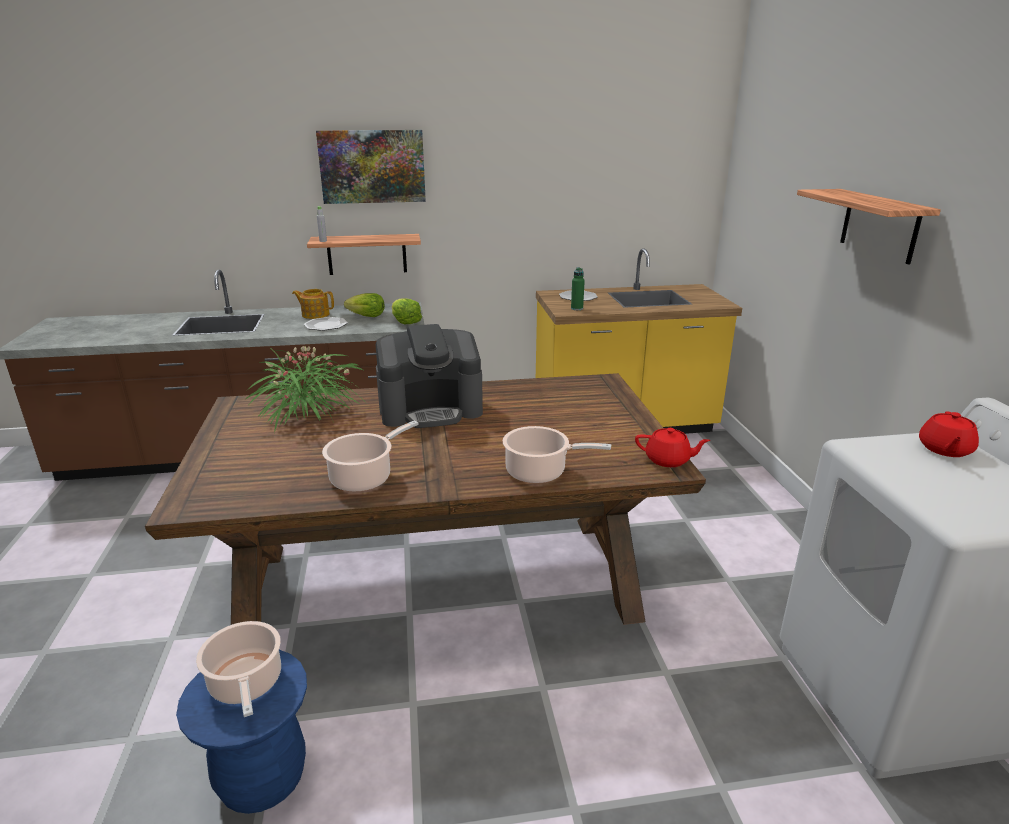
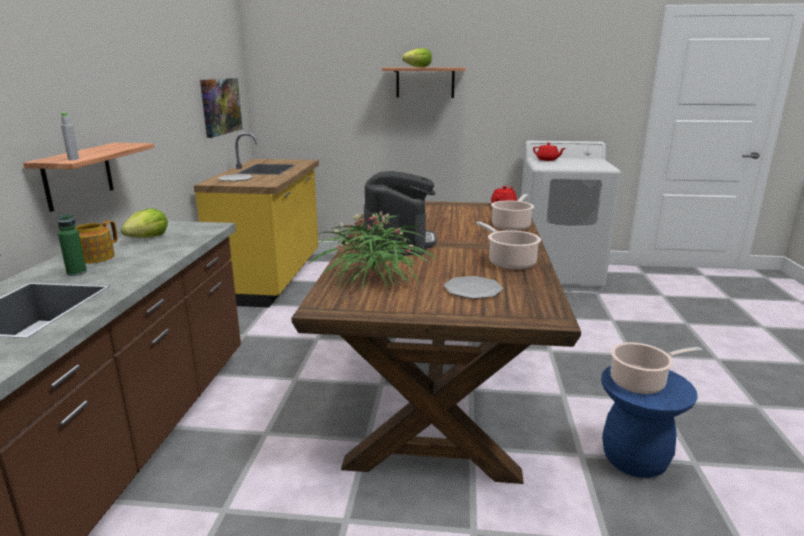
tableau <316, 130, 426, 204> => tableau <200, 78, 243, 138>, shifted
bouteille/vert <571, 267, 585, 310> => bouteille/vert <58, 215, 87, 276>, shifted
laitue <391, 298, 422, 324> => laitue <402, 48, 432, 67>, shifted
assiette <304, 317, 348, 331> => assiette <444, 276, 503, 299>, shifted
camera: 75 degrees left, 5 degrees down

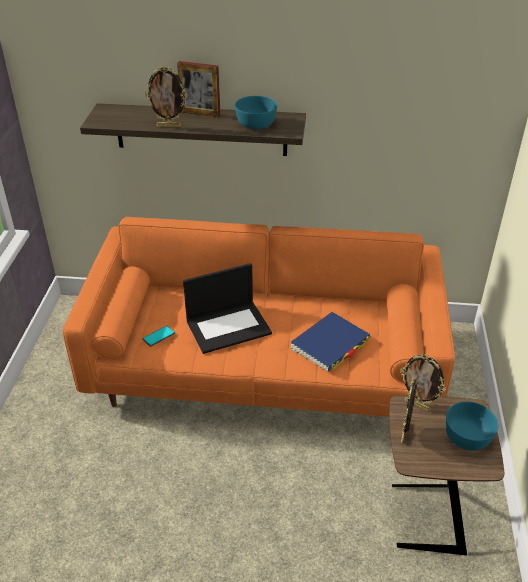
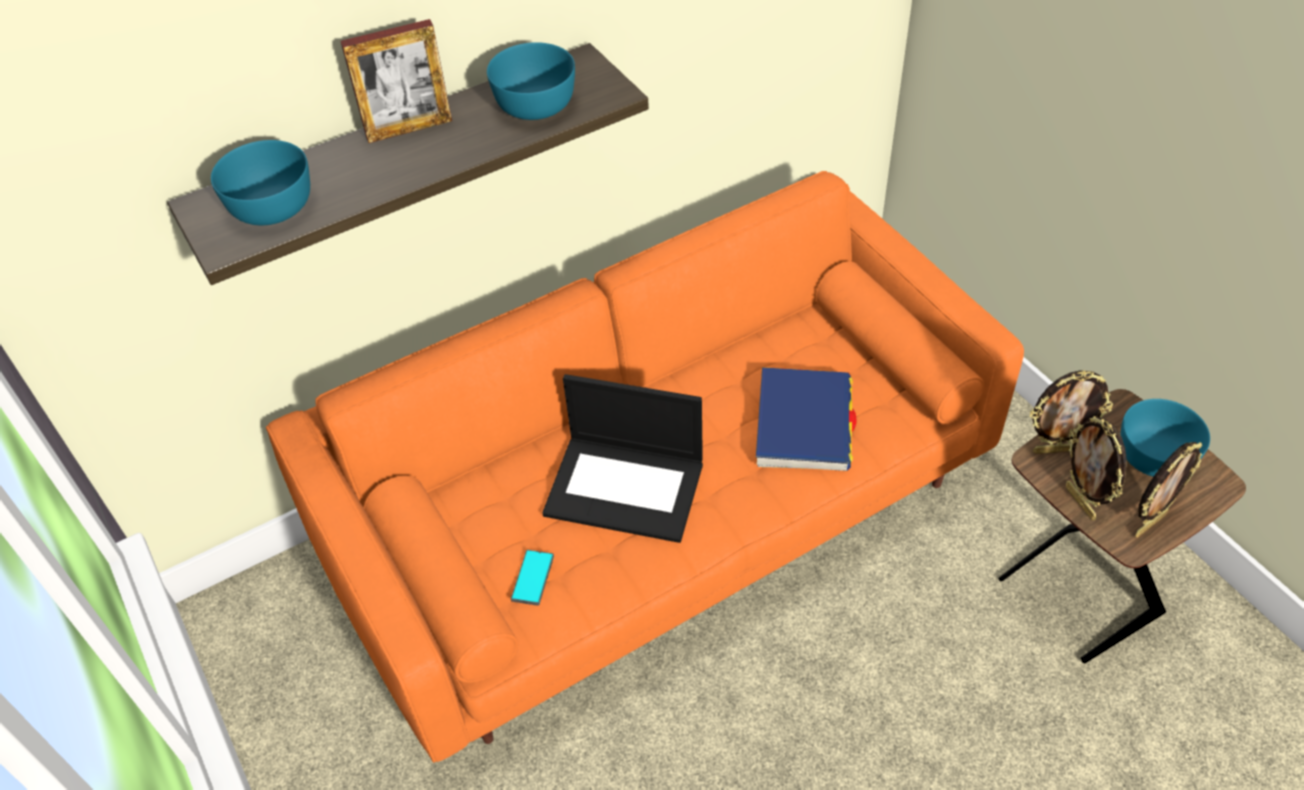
cadre photo <145, 66, 187, 127> => cadre photo <1135, 442, 1203, 537>, shifted
ordinateur portable <183, 263, 272, 354> => ordinateur portable <542, 374, 703, 543>, 75 degrees clockwise
nothing => bol/turquoise <211, 140, 310, 226>
camera: 35 degrees left, 10 degrees up

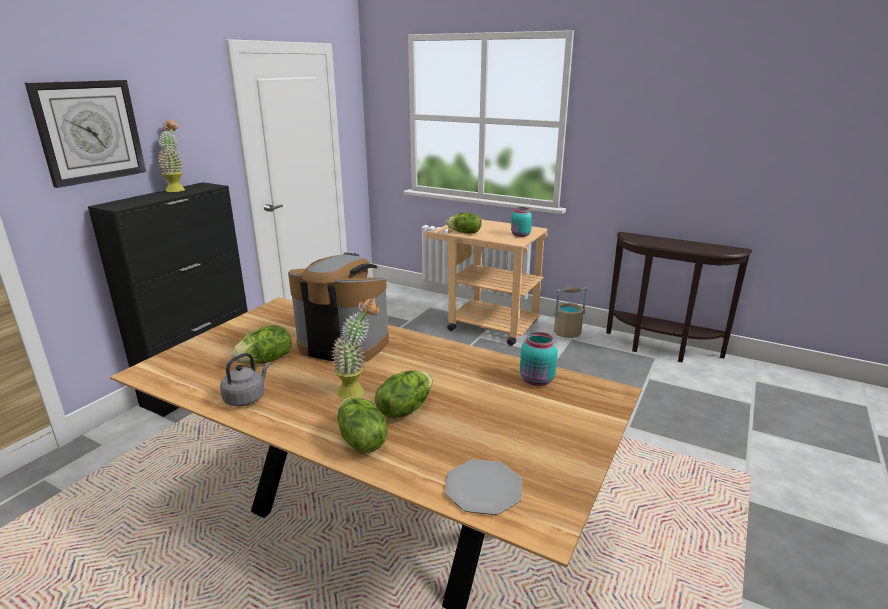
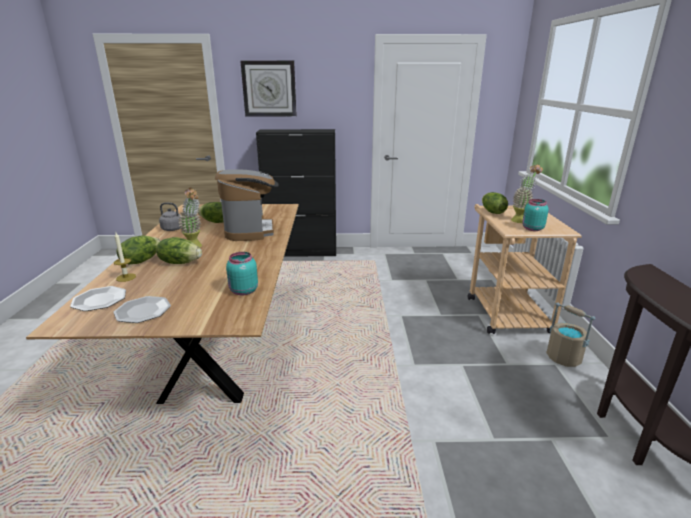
plante en pot <157, 120, 186, 192> => plante en pot <511, 164, 543, 223>, shifted
nothing => bougie <114, 233, 136, 282>
nothing => assiette <113, 296, 171, 323>
camera: 60 degrees right, 0 degrees up

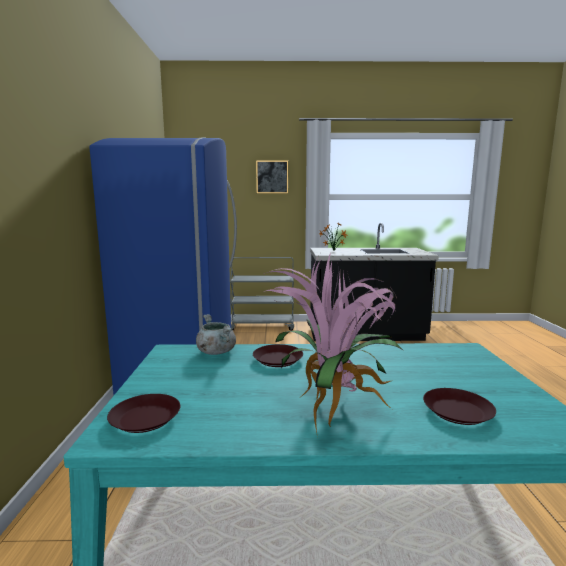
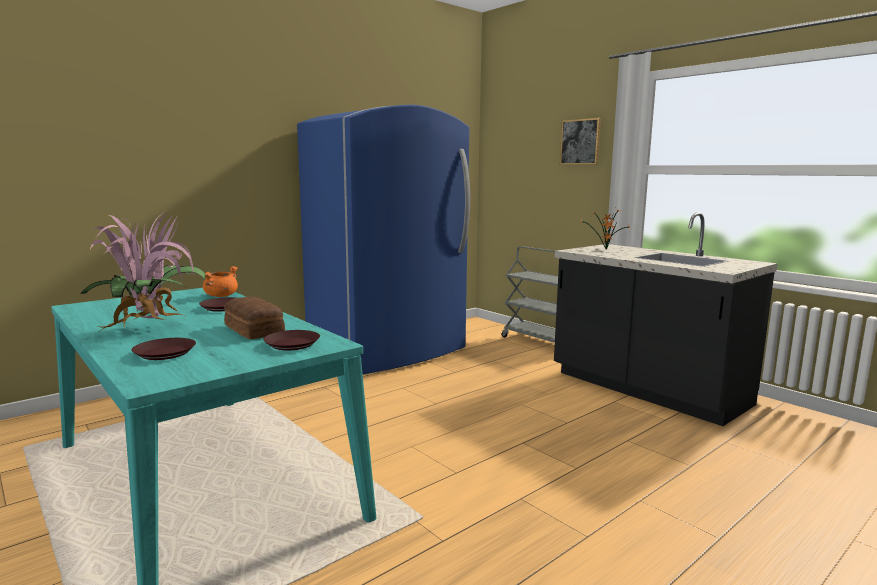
marmite/gris <196, 314, 236, 355> => marmite/orange <203, 266, 238, 297>
assiette/marron <107, 394, 180, 433> => assiette/marron <263, 330, 320, 350>, shifted
nothing => pain <224, 296, 285, 339>
camera: 50 degrees right, 0 degrees up

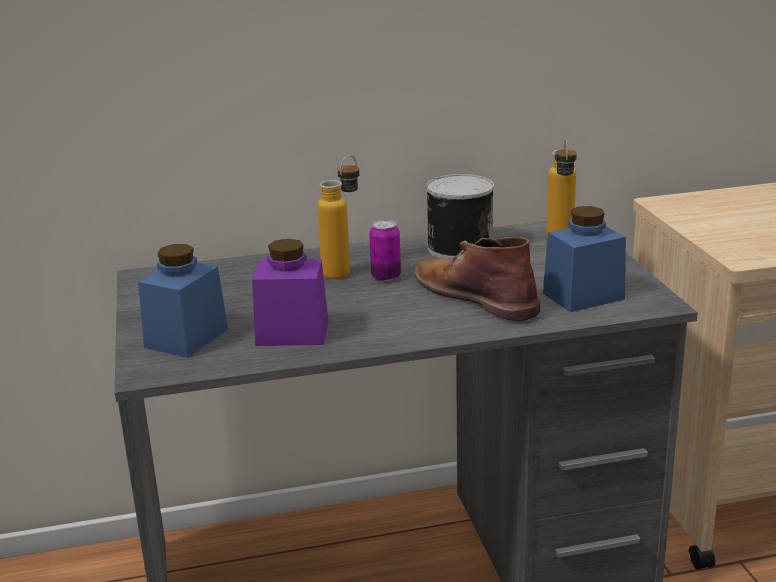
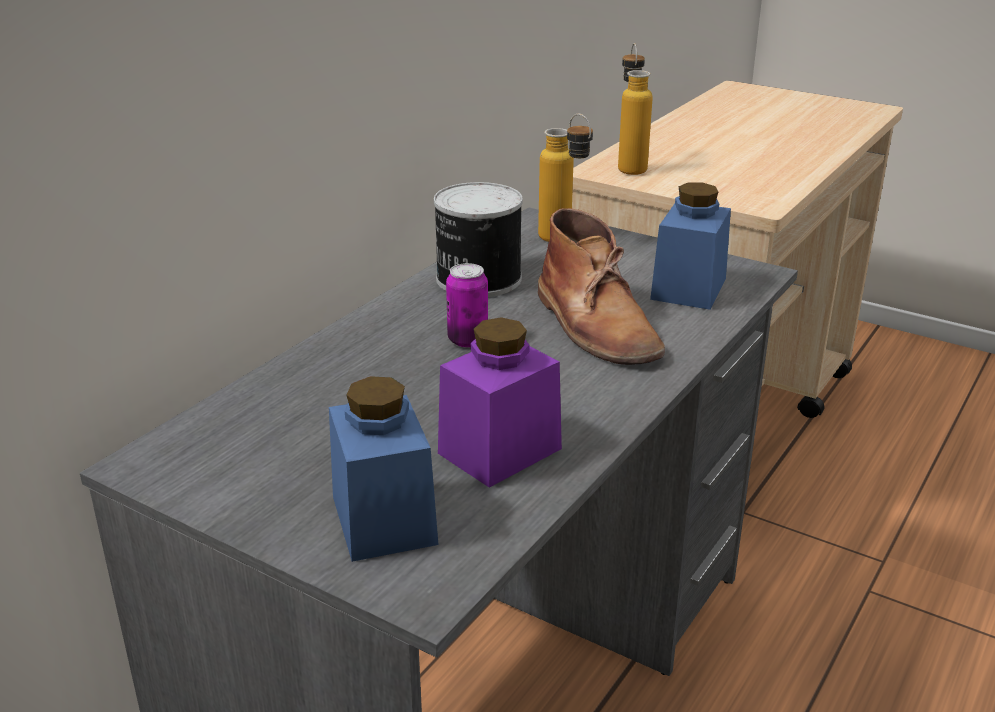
bouteille <317, 155, 359, 279> => bouteille <618, 43, 653, 175>, shifted
botte/marron <414, 237, 540, 321> => botte/marron <538, 208, 665, 365>, 120 degrees counterclockwise
camera: 45 degrees left, 5 degrees up

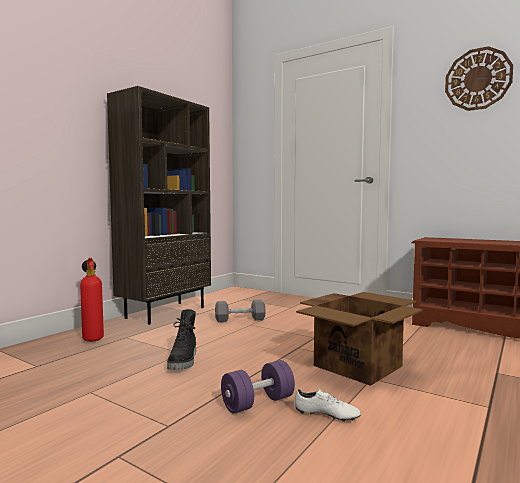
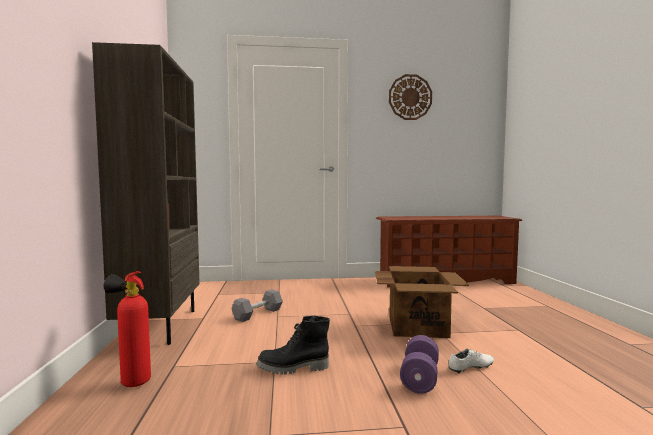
botte/noir <167, 309, 196, 370> => botte/noir <257, 316, 330, 375>, 120 degrees clockwise
camera: 40 degrees left, 0 degrees up

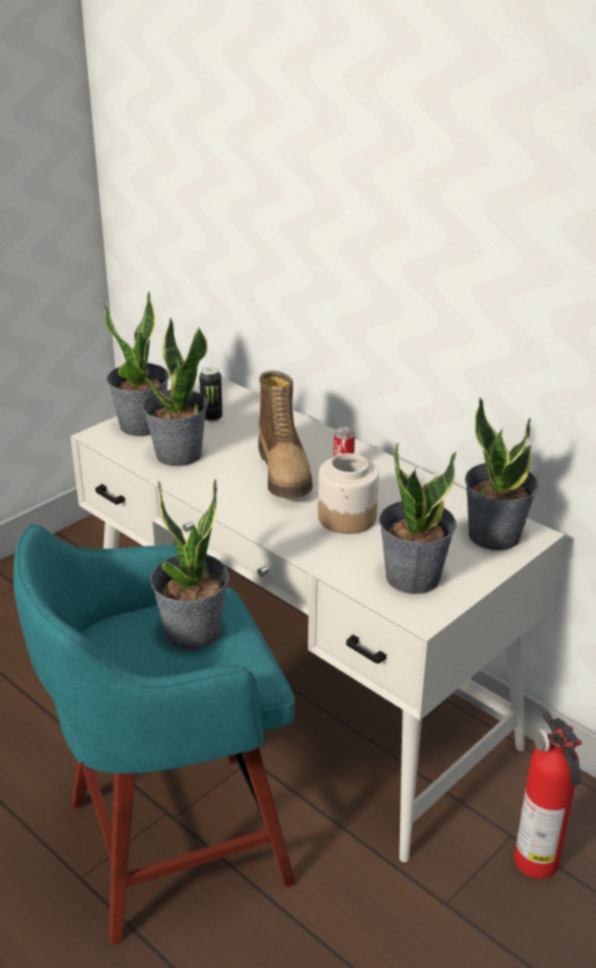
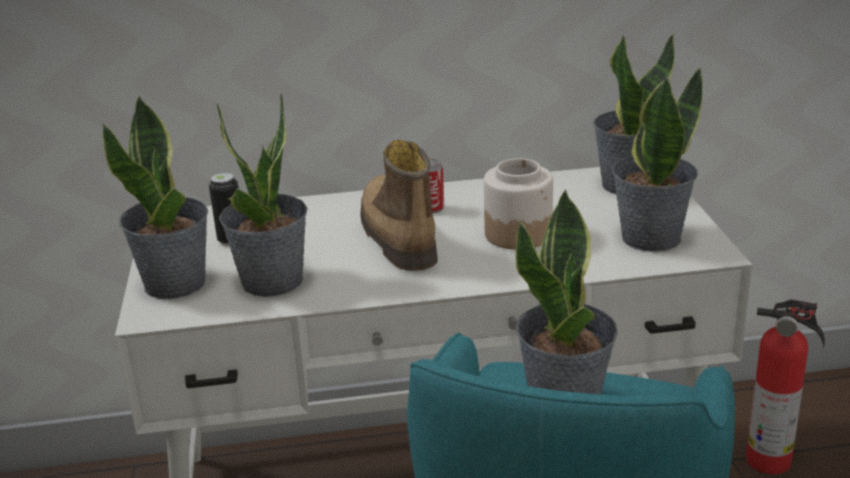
botte <258, 371, 313, 498> => botte <360, 140, 438, 271>, 135 degrees counterclockwise
camera: 50 degrees left, 5 degrees down

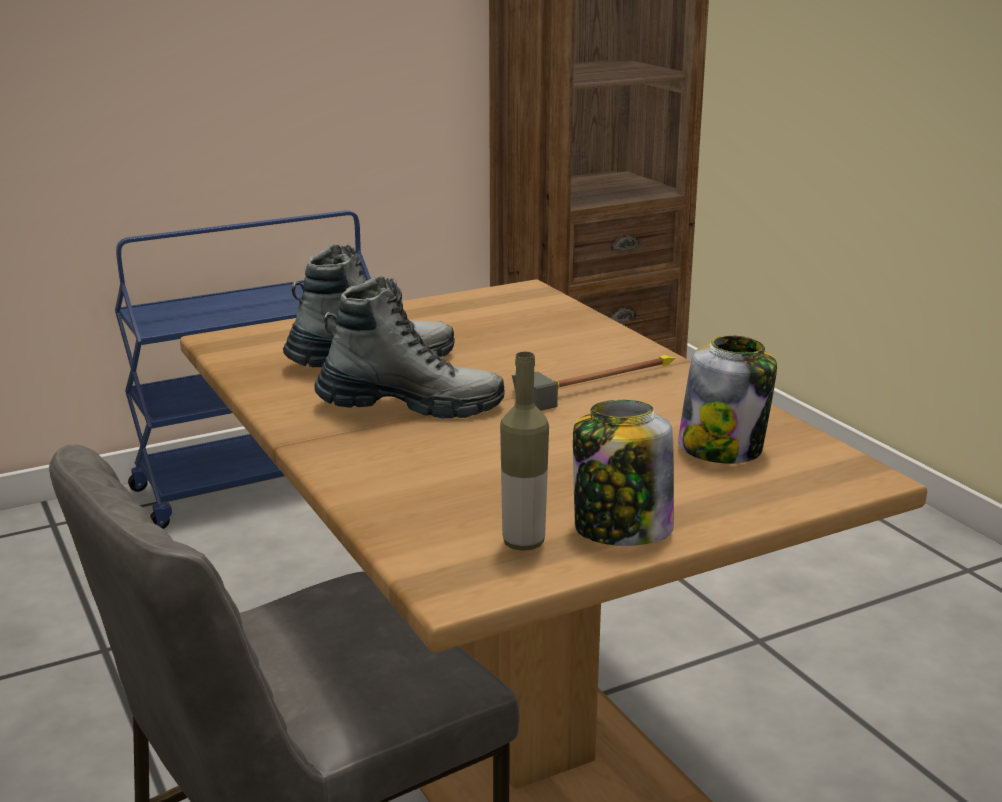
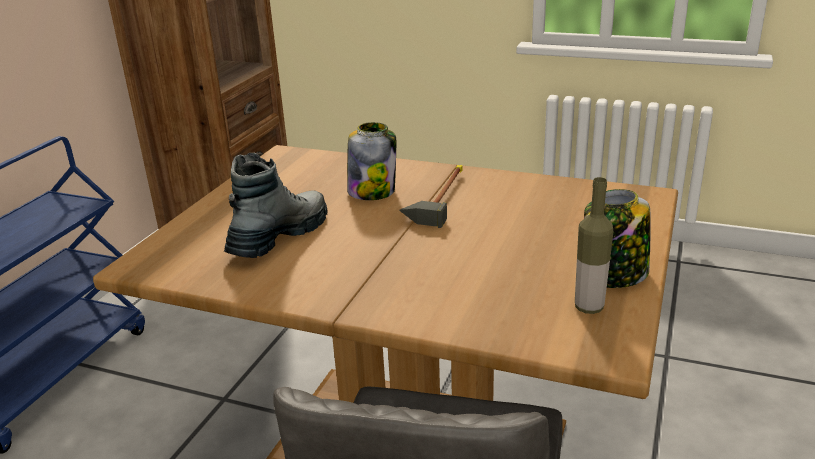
botte <314, 276, 505, 419> => nothing
bocal <678, 335, 777, 464> => bocal <347, 122, 396, 200>, shifted
camera: 40 degrees left, 5 degrees up

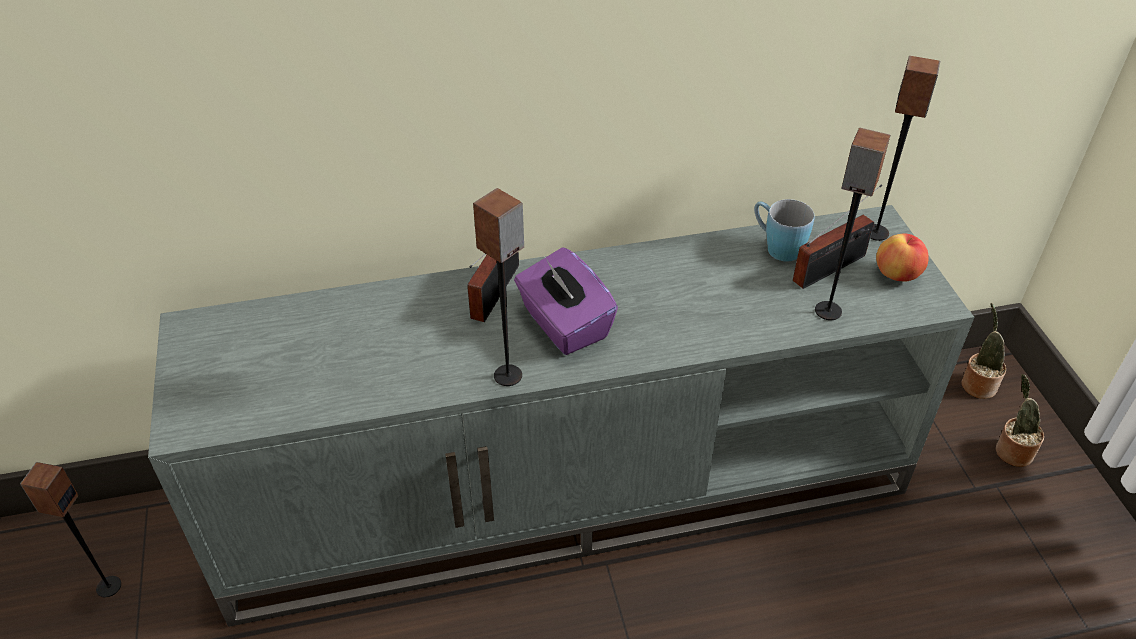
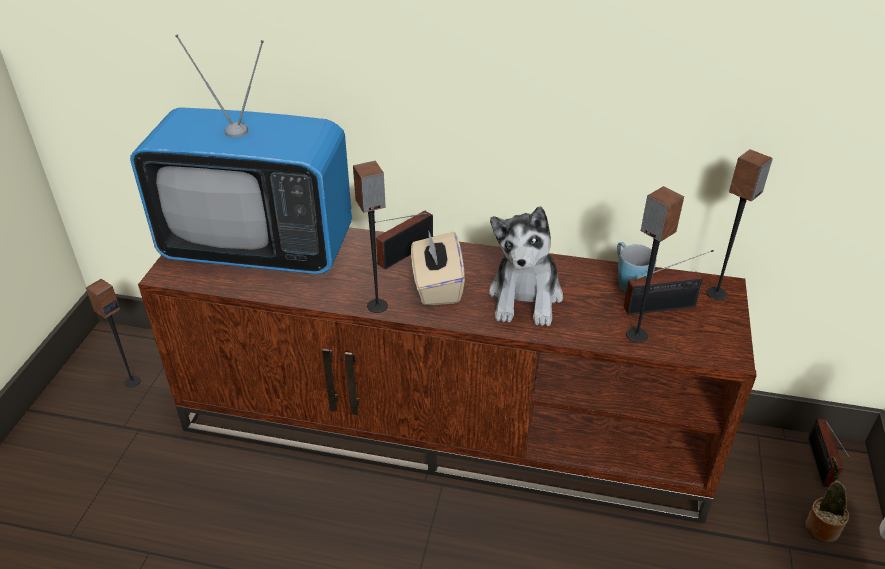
meuble télé/gris <148, 205, 974, 627> => meuble télé/marron <138, 227, 757, 524>
pomme <876, 233, 929, 281> => nothing
boîte à mouchoirs/violet <514, 247, 618, 355> => boîte à mouchoirs/beige <411, 232, 465, 305>
plante en pot <962, 303, 1006, 399> => radio <808, 419, 850, 487>
nothing => téléviseur <130, 35, 352, 274>
nothing => peluche <489, 206, 563, 327>
camera: 25 degrees right, 5 degrees down

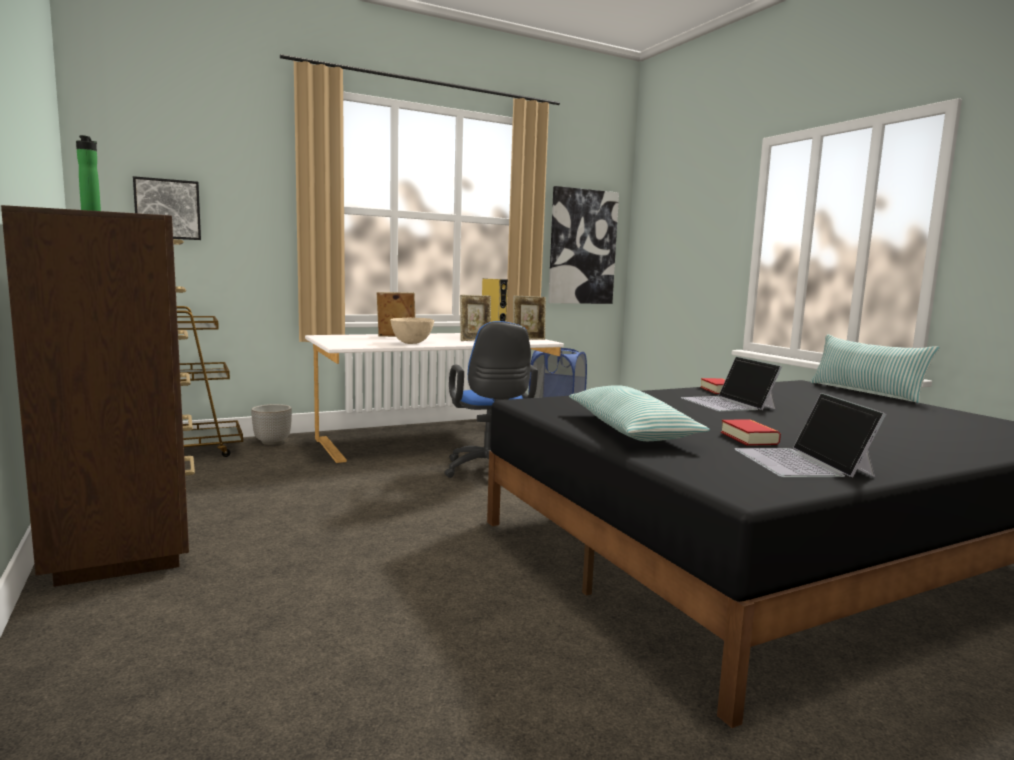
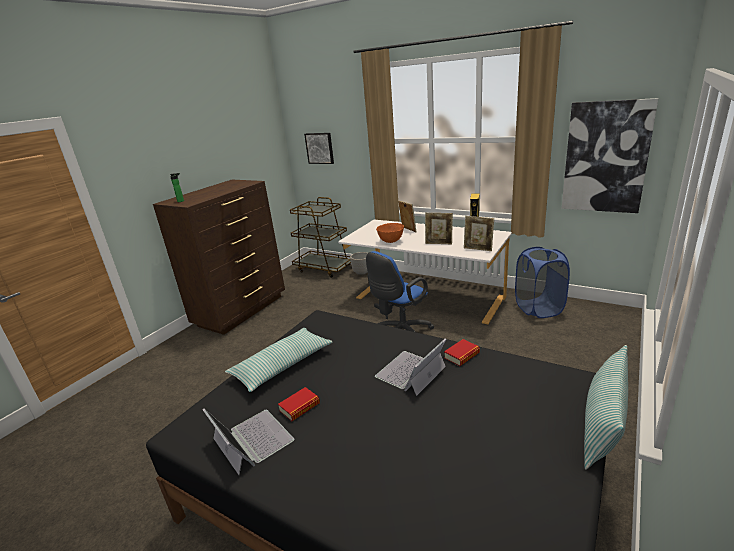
bol/beige <390, 317, 434, 344> => bol/orange <376, 223, 404, 243>
ordinateur portable <734, 393, 886, 478> => ordinateur portable <202, 408, 295, 475>, 90 degrees clockwise
camera: 60 degrees right, 15 degrees up

